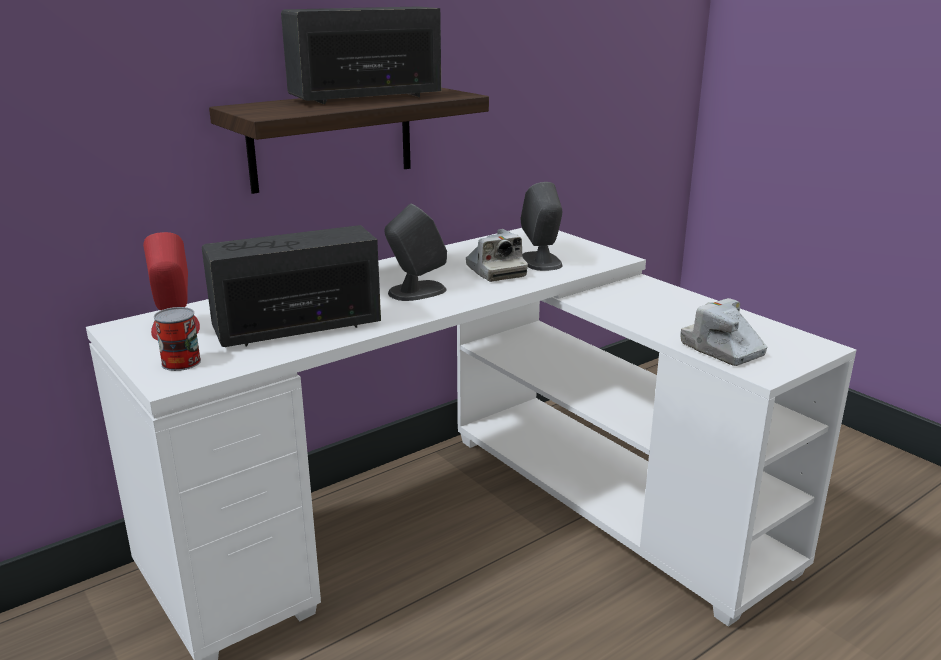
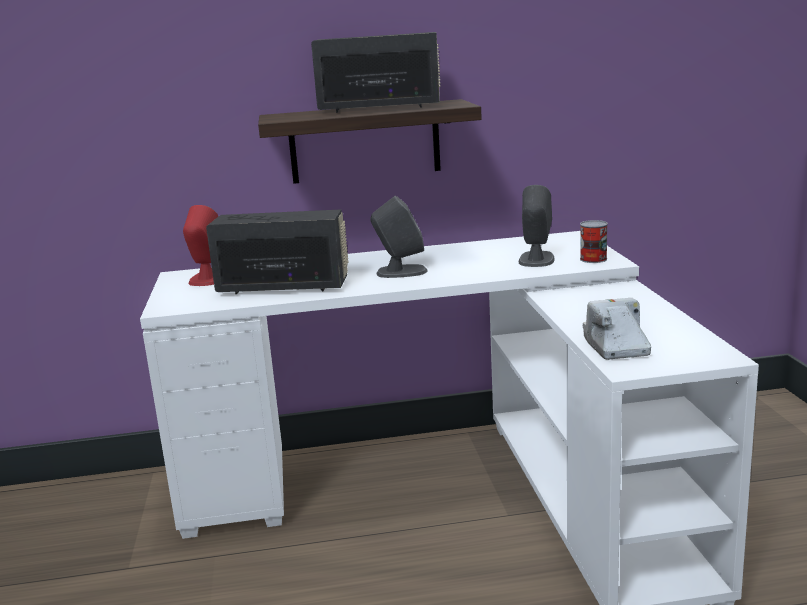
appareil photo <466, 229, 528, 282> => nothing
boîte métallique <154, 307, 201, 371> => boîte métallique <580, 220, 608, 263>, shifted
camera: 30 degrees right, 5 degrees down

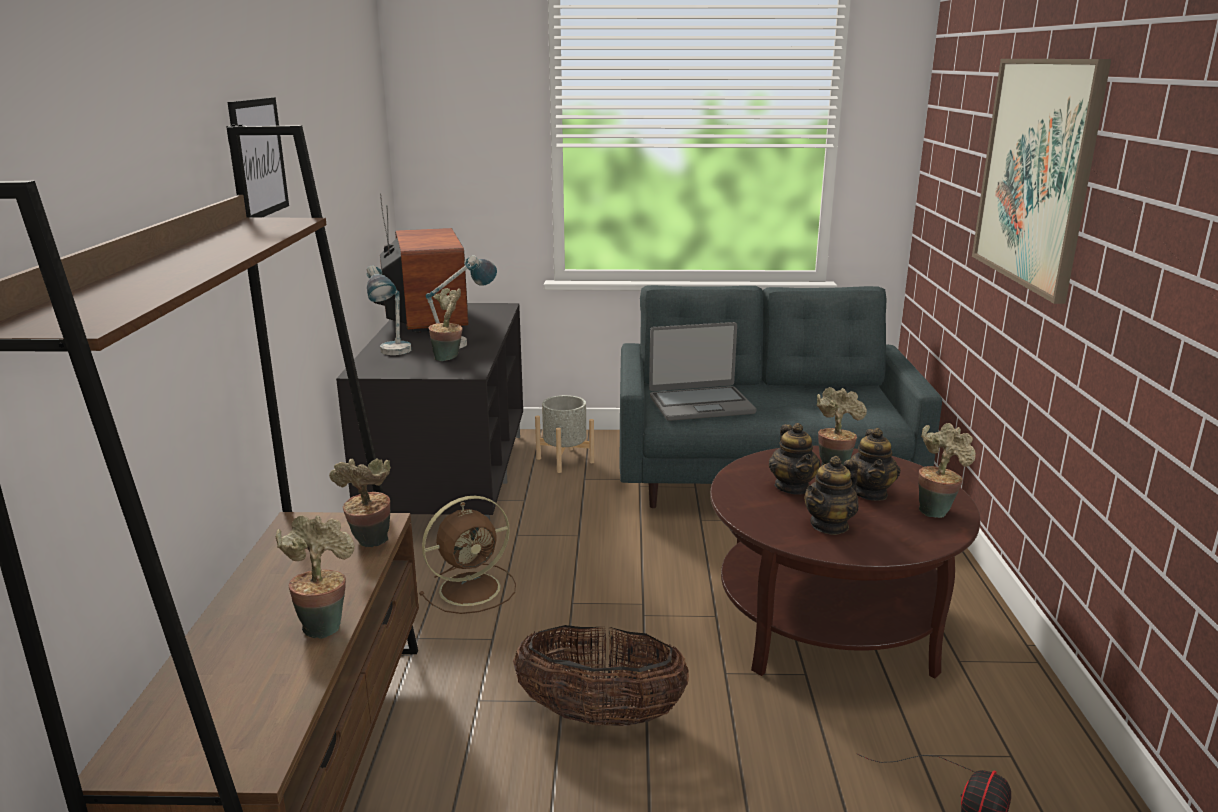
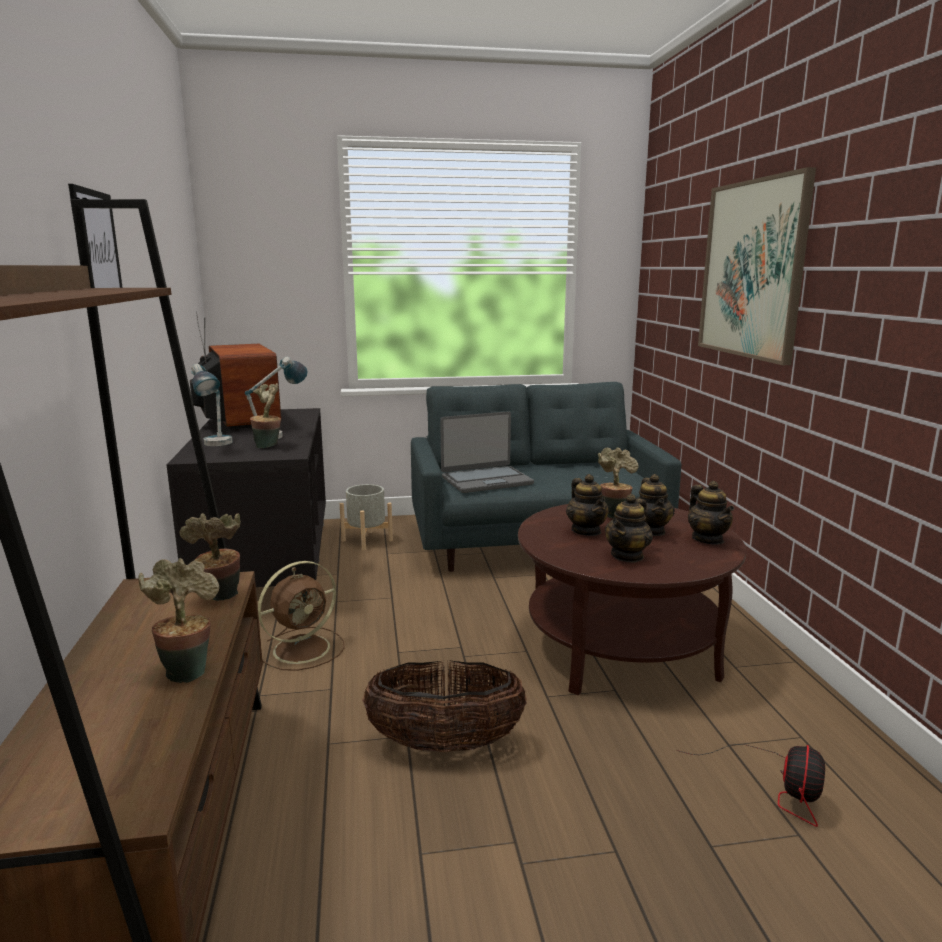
plante en pot <918, 423, 976, 518> => théière <688, 481, 734, 545>
camera: 10 degrees left, 5 degrees down

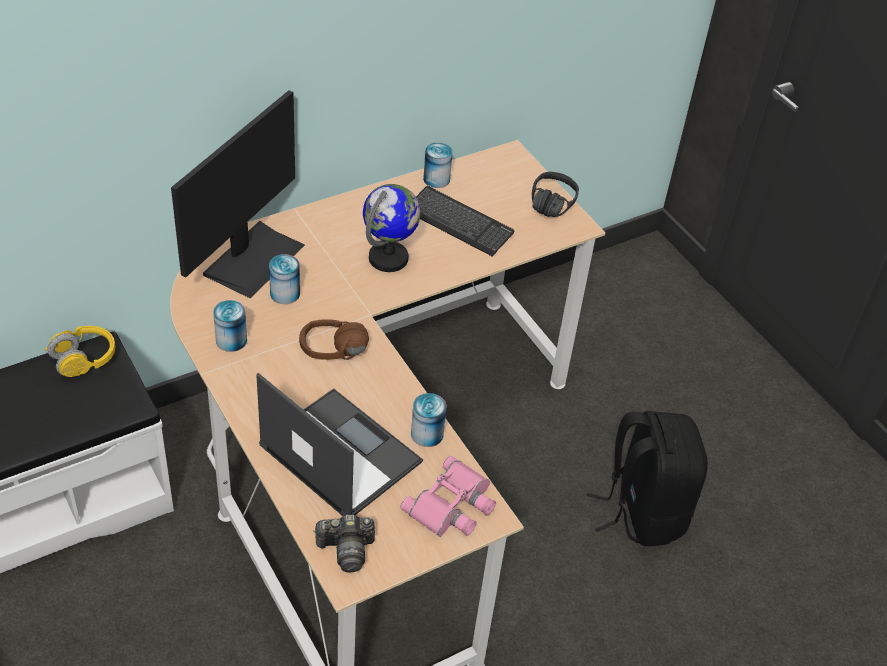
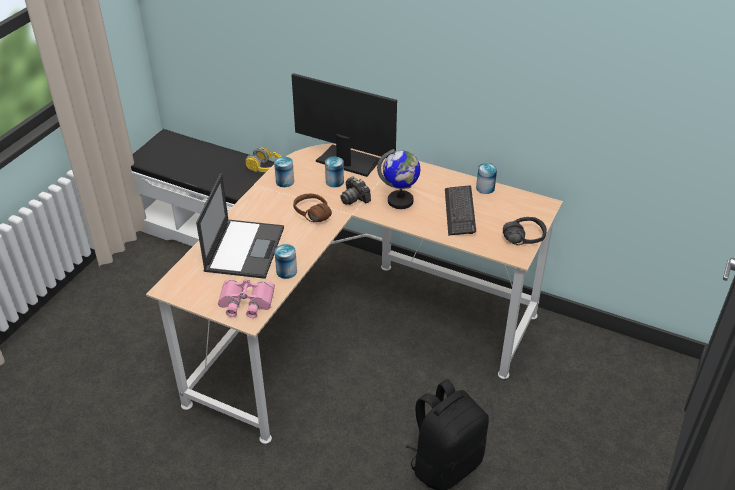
écran d'ordinateur <171, 90, 305, 298> => écran d'ordinateur <292, 73, 397, 177>, 150 degrees counterclockwise
appareil photo <313, 515, 375, 572> => appareil photo <340, 176, 371, 205>, shifted
camera: 60 degrees right, 5 degrees down

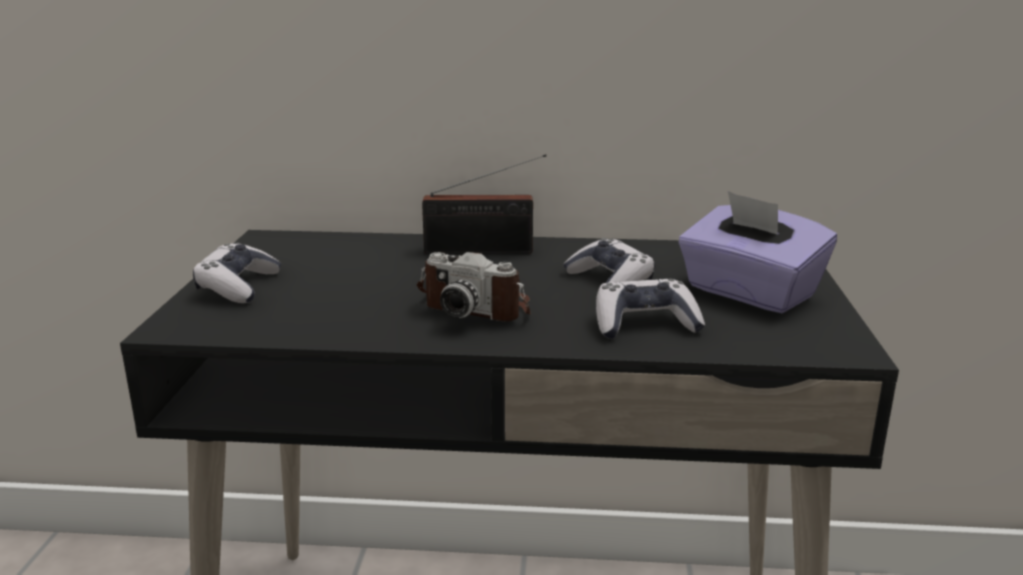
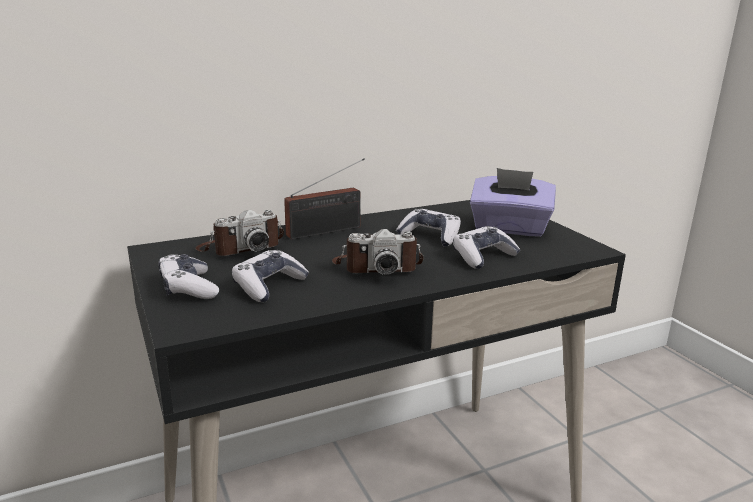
nothing => appareil photo <196, 210, 284, 256>
nothing => manette <232, 250, 309, 302>
camera: 30 degrees left, 0 degrees up

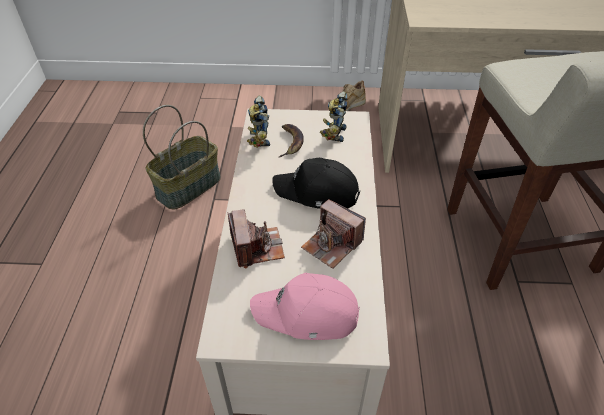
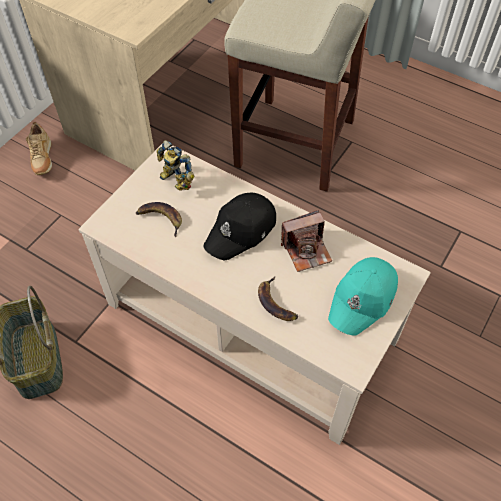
robot jouet <247, 96, 270, 148> => nothing
appareil photo <228, 209, 285, 269> => banane <258, 277, 298, 321>
casquette/rose <250, 273, 360, 340> => casquette/turquoise <328, 257, 398, 336>
camera: 60 degrees left, 10 degrees up

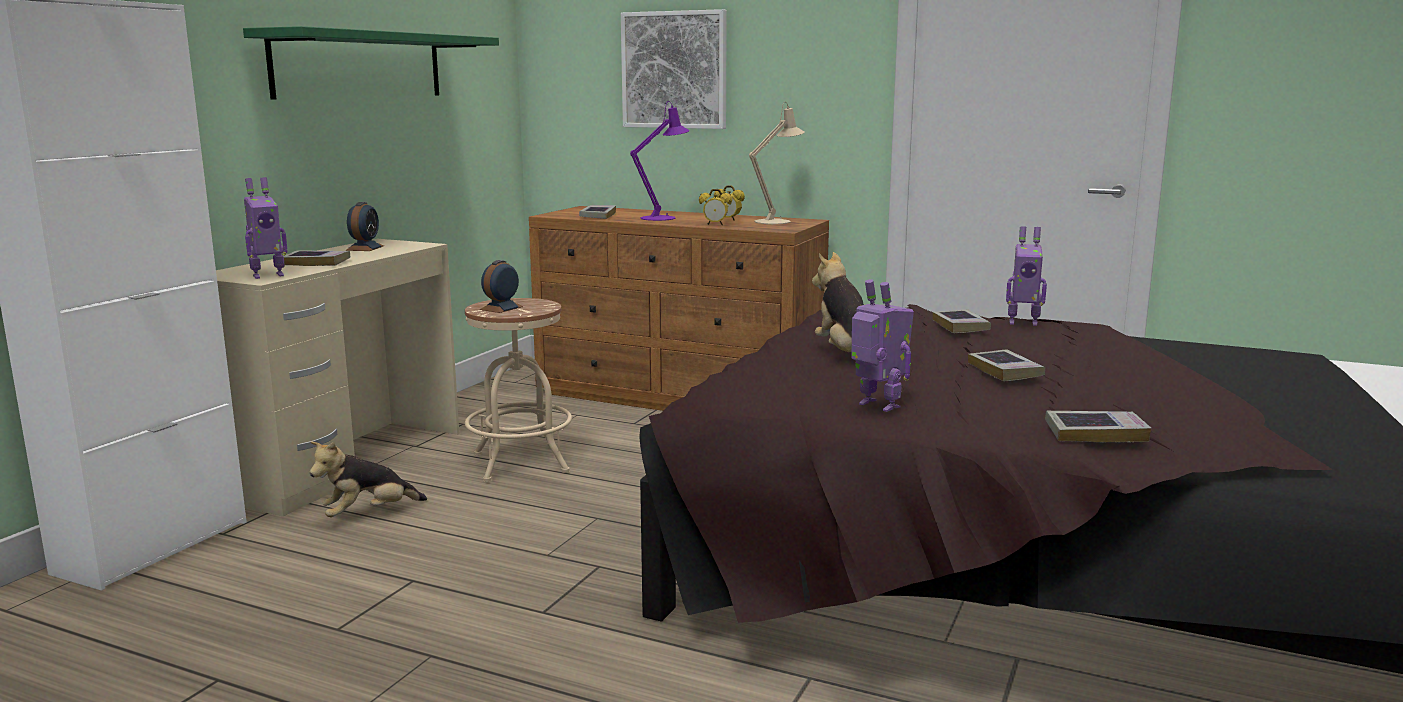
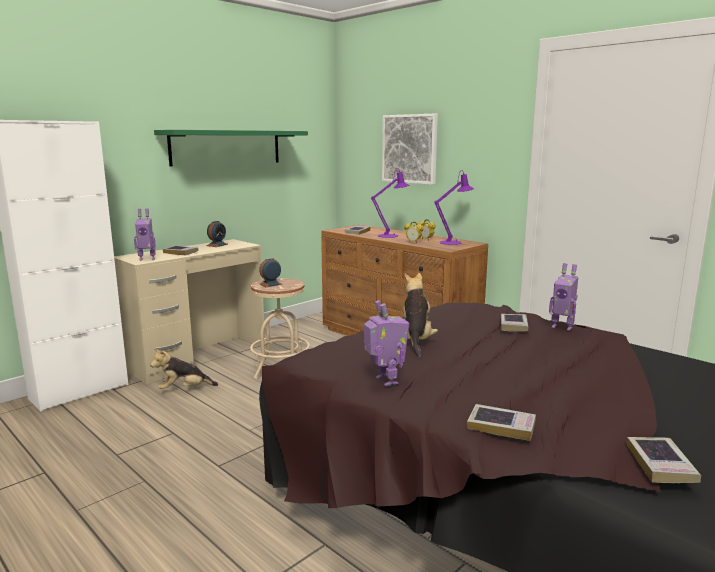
lampe de table/beige <749, 101, 805, 224> => lampe de table/violet <434, 170, 474, 245>
livre <968, 349, 1045, 381> => livre <627, 437, 701, 483>, shifted
camera: 20 degrees right, 0 degrees up

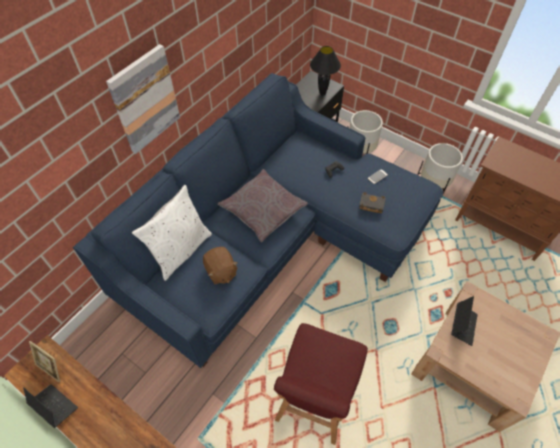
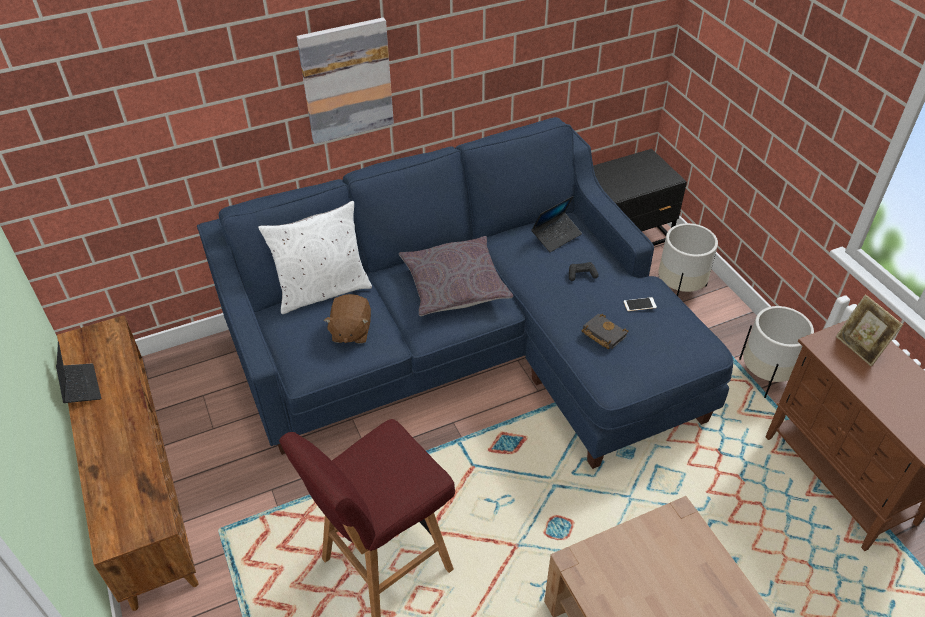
lampe de table/noir <310, 46, 341, 96> => nothing
ordinateur portable <451, 296, 478, 346> => ordinateur portable <531, 196, 582, 252>, shifted
cadre photo <29, 341, 60, 382> => cadre photo <836, 295, 903, 367>, shifted
camera: 30 degrees right, 10 degrees down

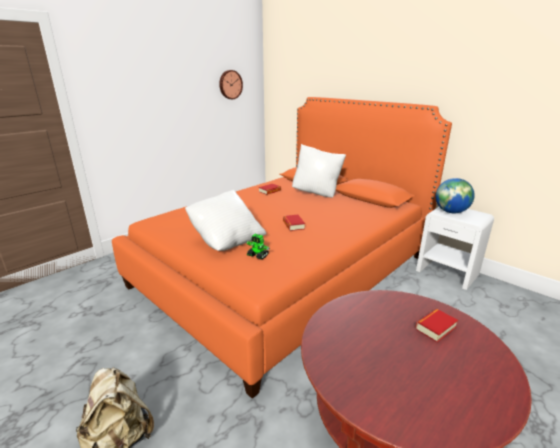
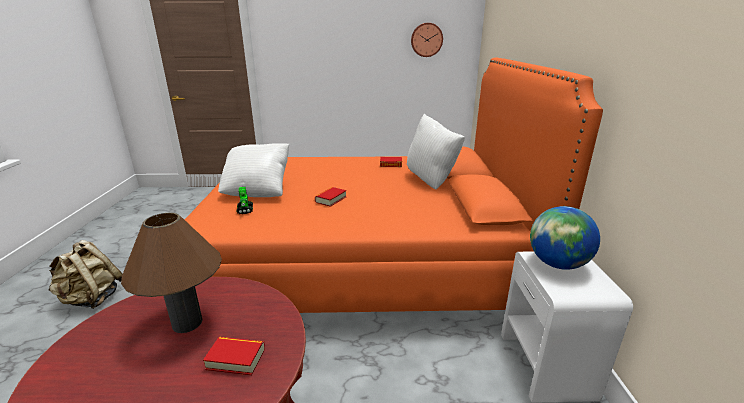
nothing => lampe de table/marron <121, 213, 222, 333>
camera: 45 degrees right, 0 degrees up

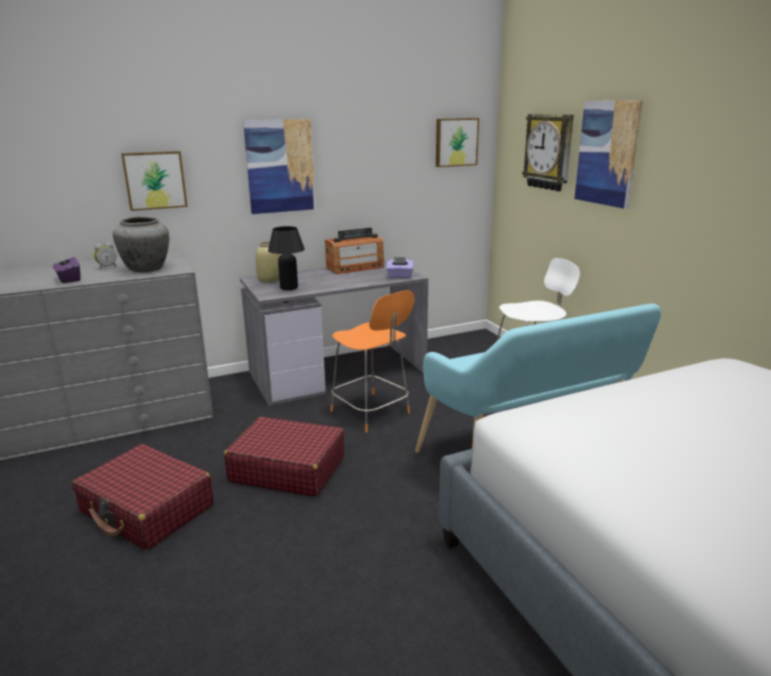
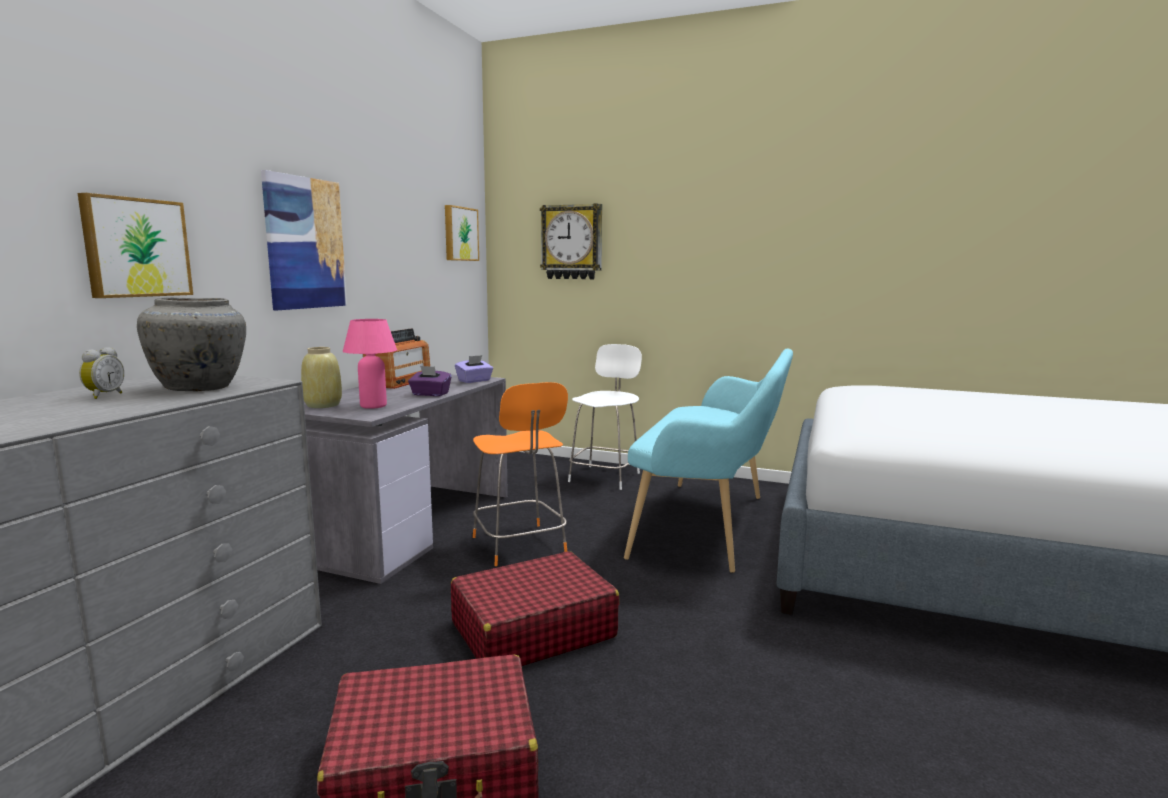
tableau <575, 100, 643, 209> => nothing
lampe de table/noir <268, 226, 305, 290> => lampe de table/rose <343, 319, 397, 409>
boîte à mouchoirs/violet <53, 254, 80, 283> => boîte à mouchoirs/violet <408, 366, 452, 396>, shifted
chaise/orange <330, 290, 415, 432> => chaise/orange <473, 382, 568, 566>, 60 degrees clockwise
camera: 45 degrees left, 10 degrees down

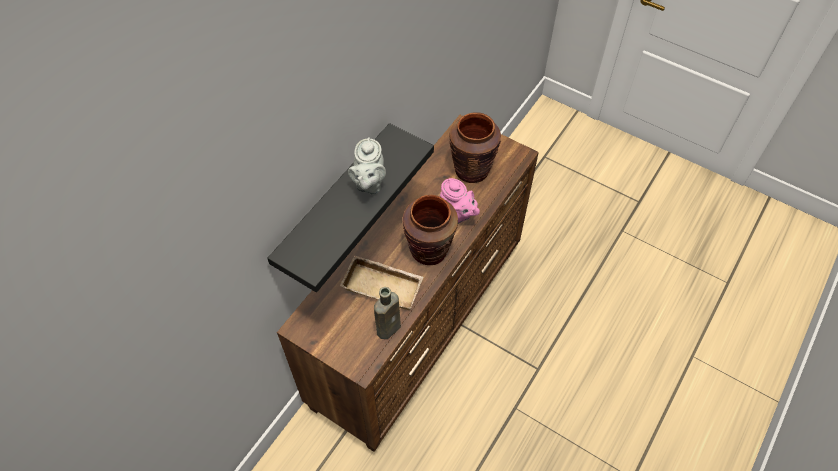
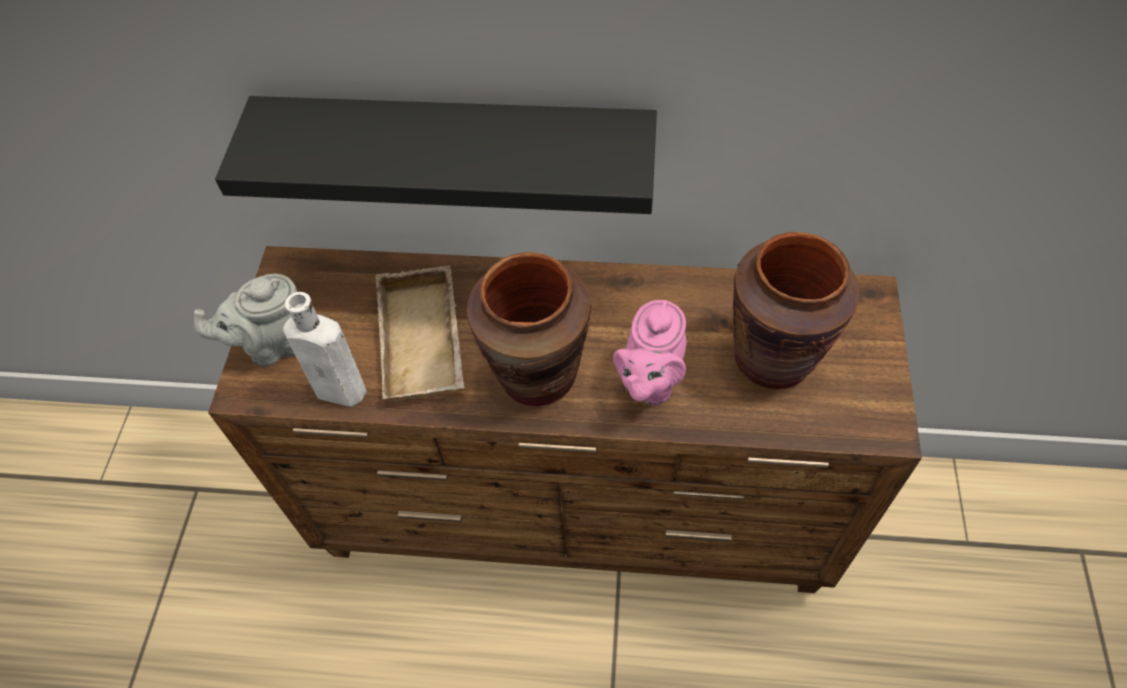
théière/gris <348, 137, 386, 195> => théière/gris <194, 274, 297, 366>, shifted
bouteille/marron <374, 287, 401, 339> => bouteille/blanc <283, 292, 366, 407>
camera: 65 degrees right, 0 degrees up

